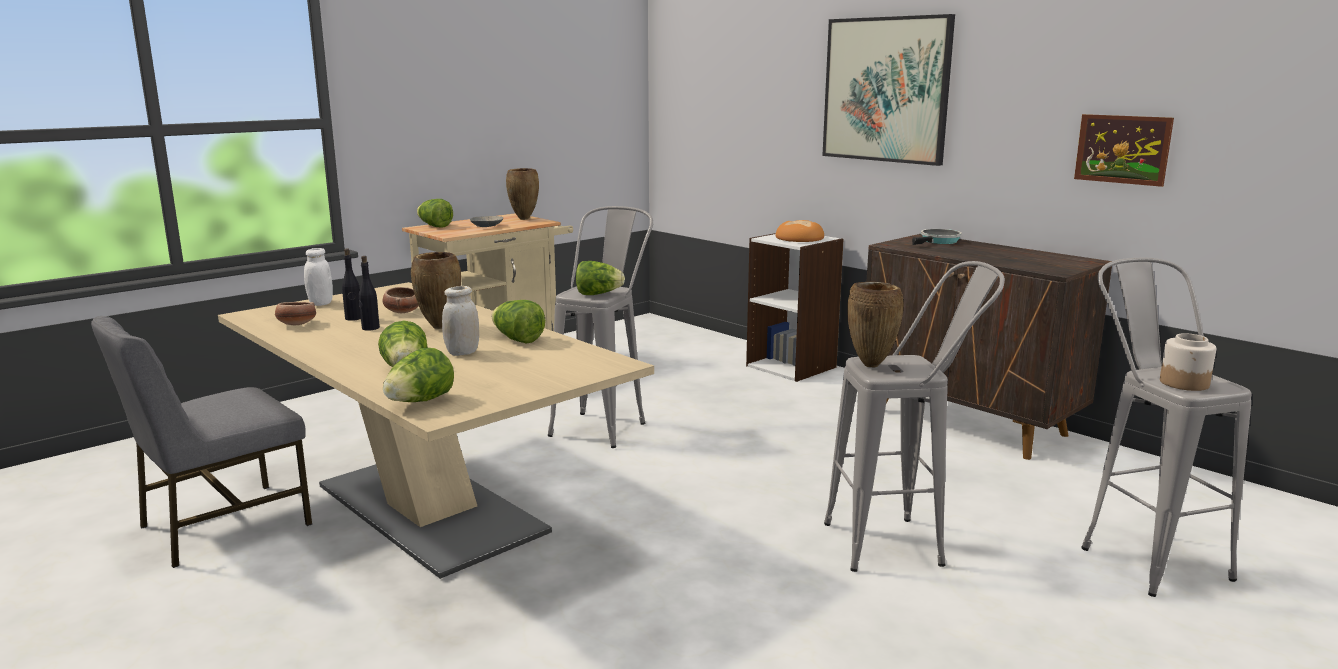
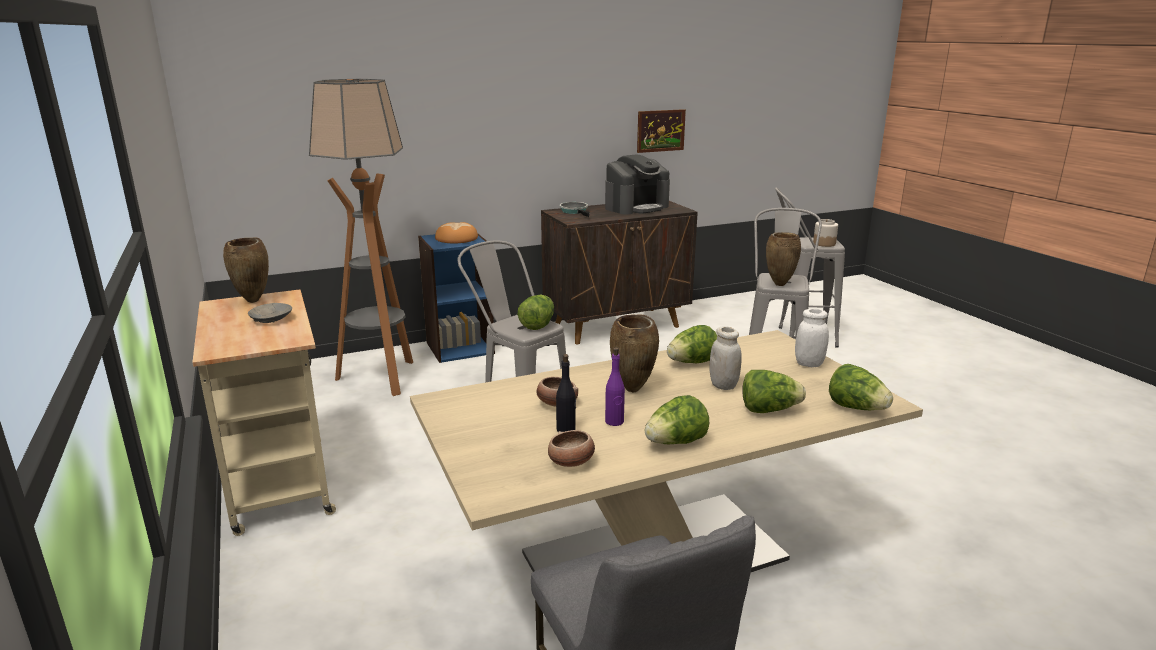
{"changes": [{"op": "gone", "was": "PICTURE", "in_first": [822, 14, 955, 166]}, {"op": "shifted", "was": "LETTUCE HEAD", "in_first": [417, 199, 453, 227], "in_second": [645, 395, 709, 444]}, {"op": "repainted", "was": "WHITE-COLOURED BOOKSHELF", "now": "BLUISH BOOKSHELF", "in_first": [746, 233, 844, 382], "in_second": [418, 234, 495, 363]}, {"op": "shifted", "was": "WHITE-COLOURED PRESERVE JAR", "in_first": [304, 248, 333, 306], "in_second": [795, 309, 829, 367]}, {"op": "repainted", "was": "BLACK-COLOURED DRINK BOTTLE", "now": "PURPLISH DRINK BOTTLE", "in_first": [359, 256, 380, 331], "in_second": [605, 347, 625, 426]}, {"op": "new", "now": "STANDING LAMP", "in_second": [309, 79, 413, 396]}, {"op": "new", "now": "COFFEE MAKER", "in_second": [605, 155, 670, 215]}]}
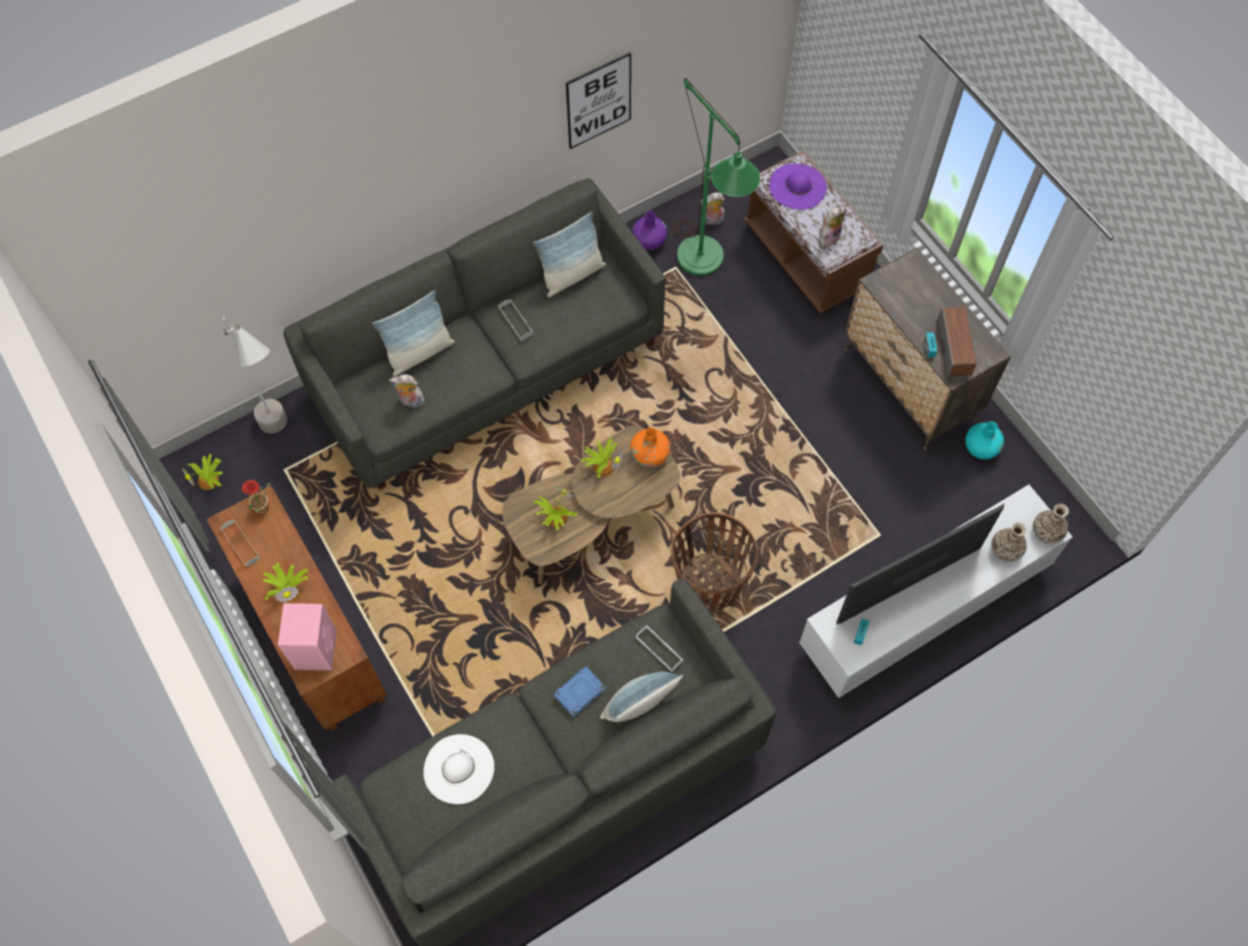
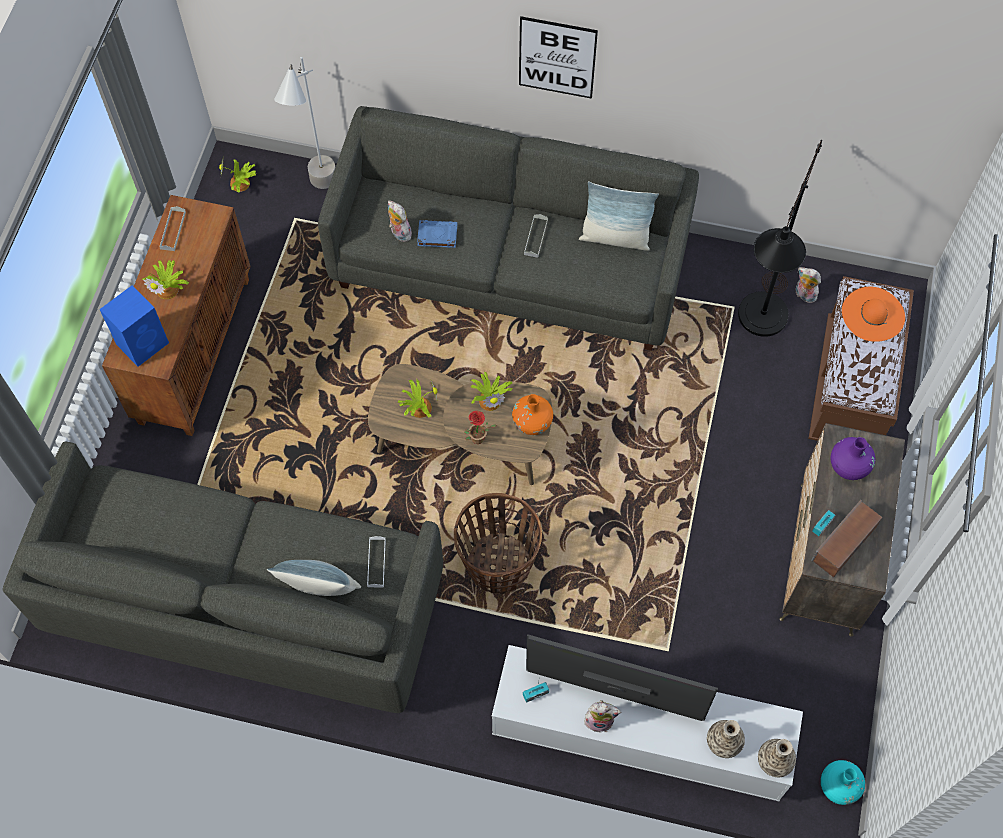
{"changes": [{"op": "shifted", "was": "PICTURE", "in_first": [566, 52, 631, 149], "in_second": [519, 16, 598, 99]}, {"op": "repainted", "was": "GREEN-COLOURED STANDING LAMP", "now": "BLACK-COLOURED STANDING LAMP", "in_first": [672, 78, 760, 276], "in_second": [738, 140, 822, 337]}, {"op": "repainted", "was": "PURPLISH WEARABLE HAT", "now": "ORANGEY WEARABLE HAT", "in_first": [769, 164, 827, 210], "in_second": [842, 287, 905, 342]}, {"op": "shifted", "was": "SOFT TOY", "in_first": [819, 207, 847, 246], "in_second": [584, 700, 621, 733]}, {"op": "shifted", "was": "PURPLISH DECORATIVE VASE", "in_first": [632, 211, 667, 250], "in_second": [831, 437, 875, 480]}, {"op": "gone", "was": "THROW PILLOW", "in_first": [372, 290, 455, 377]}, {"op": "shifted", "was": "BLUE-GREEN DECORATIVE VASE", "in_first": [965, 421, 1004, 459], "in_second": [821, 760, 865, 805]}, {"op": "shifted", "was": "PLANT IN A POT", "in_first": [241, 480, 270, 514], "in_second": [464, 411, 497, 444]}, {"op": "repainted", "was": "PINKISH LOUDSPEAKER", "now": "BLUISH LOUDSPEAKER", "in_first": [278, 603, 337, 670], "in_second": [100, 285, 169, 367]}, {"op": "shifted", "was": "BLUISH BOUND BOOK", "in_first": [553, 666, 606, 717], "in_second": [417, 220, 457, 248]}, {"op": "gone", "was": "WHITE-COLOURED WEARABLE HAT", "in_first": [423, 734, 494, 804]}]}
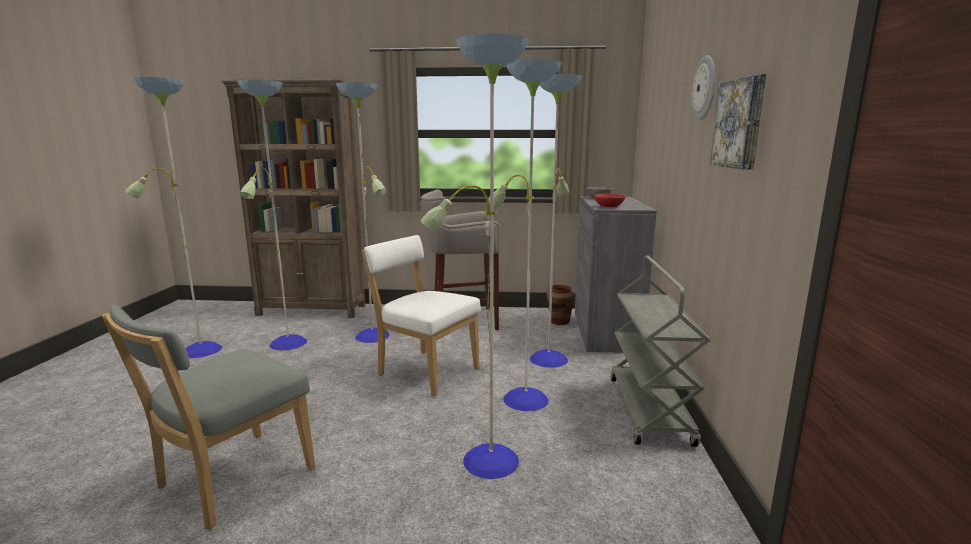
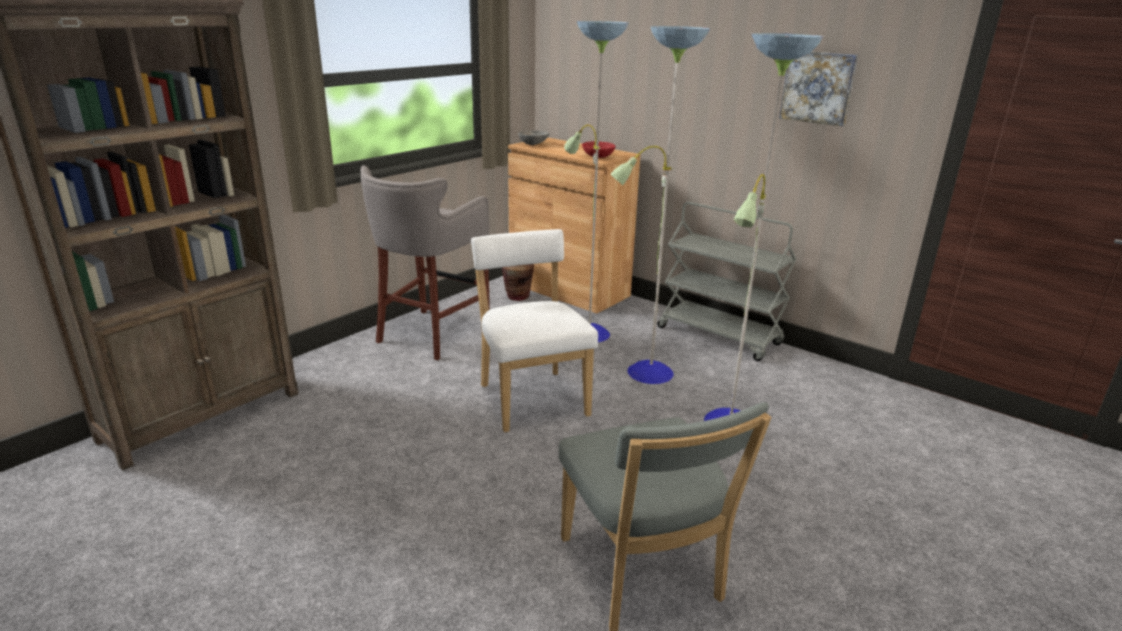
{"changes": [{"op": "gone", "was": "WALL CLOCK", "in_first": [692, 55, 716, 120]}, {"op": "gone", "was": "STANDING LAMP", "in_first": [126, 77, 390, 358]}, {"op": "repainted", "was": "GRAY CUPBOARD", "now": "BROWNISH CUPBOARD", "in_first": [575, 196, 657, 353], "in_second": [508, 138, 641, 314]}, {"op": "rotated", "was": "WHITE-COLOURED UPRIGHT CHAIR", "in_first": [362, 235, 481, 396], "in_second": [471, 229, 598, 432], "clockwise": 90}]}
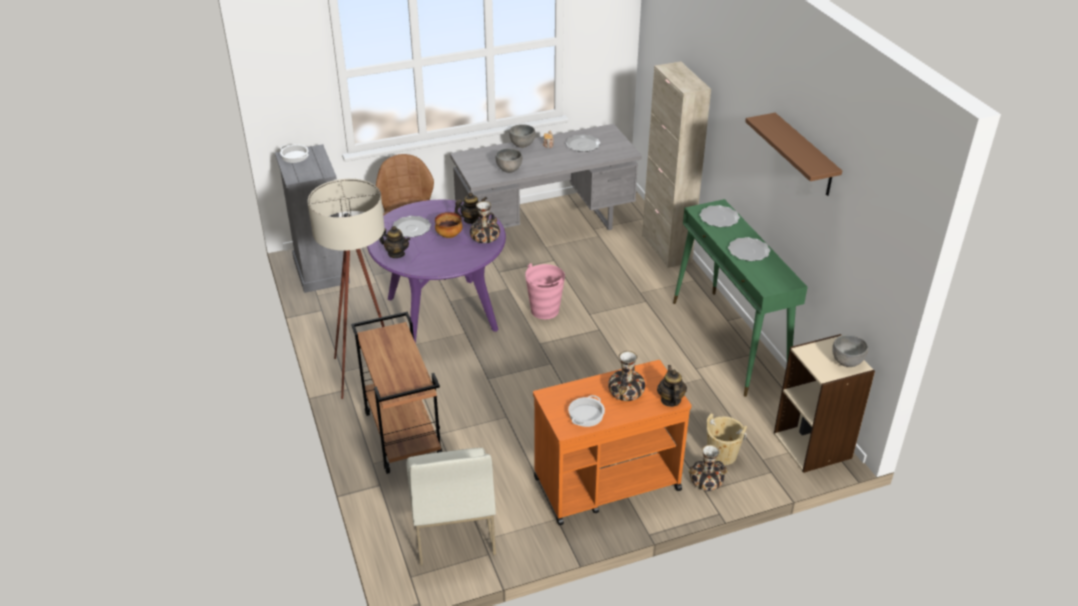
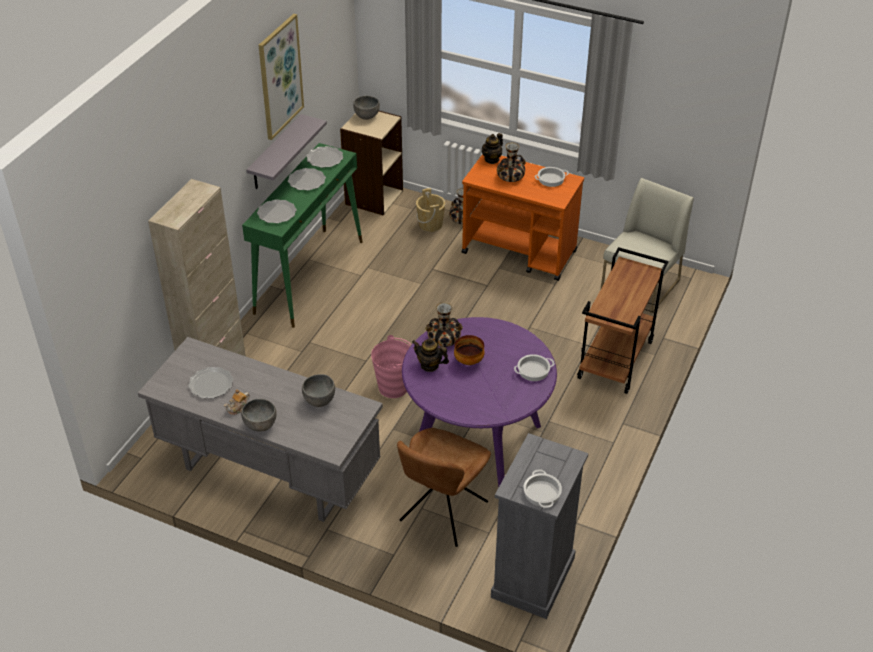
{"changes": [{"op": "swapped", "was": "BROWNISH BRACKET SHELF", "now": "PICTURE", "in_first": [745, 113, 842, 196], "in_second": [259, 14, 304, 140]}, {"op": "gone", "was": "BEIGE STANDING LAMP", "in_first": [308, 179, 385, 399]}, {"op": "shifted", "was": "FLAT DISH", "in_first": [393, 216, 431, 237], "in_second": [307, 146, 343, 168]}, {"op": "swapped", "was": "TEAPOT", "now": "SAUCEPOT", "in_first": [379, 226, 410, 258], "in_second": [514, 354, 554, 381]}, {"op": "new", "now": "GRAY BRACKET SHELF", "in_second": [246, 114, 327, 189]}]}
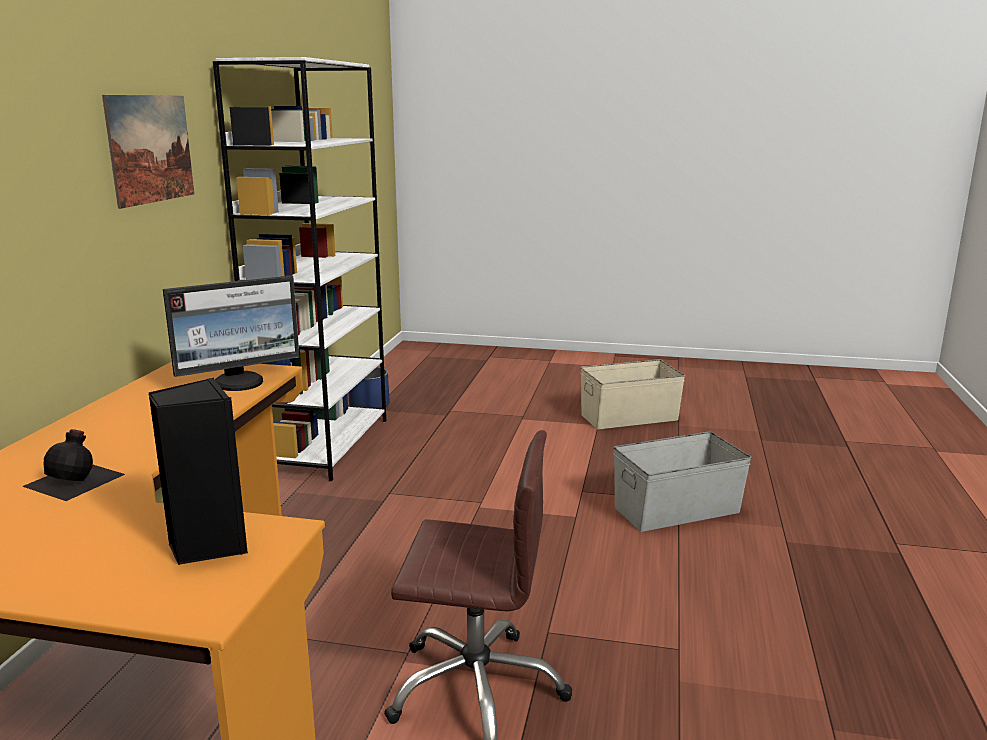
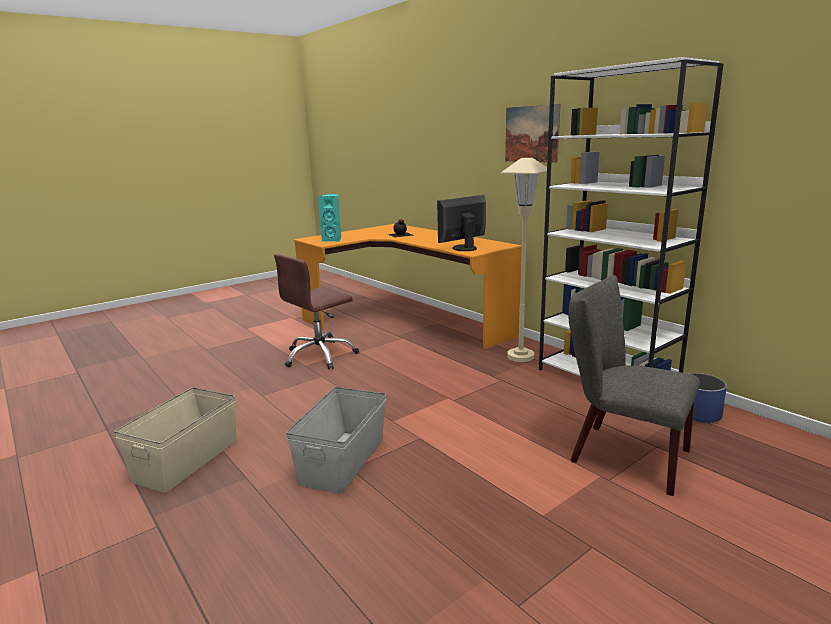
{"changes": [{"op": "rotated", "was": "COMPUTER DISPLAY", "in_first": [163, 275, 300, 391], "in_second": [437, 195, 486, 251], "clockwise": 45}, {"op": "shifted", "was": "BEIGE STORAGE CONTAINER", "in_first": [580, 360, 685, 429], "in_second": [114, 387, 236, 493]}, {"op": "repainted", "was": "BLACK-COLOURED LOUDSPEAKER", "now": "BLUE-GREEN LOUDSPEAKER", "in_first": [148, 378, 248, 565], "in_second": [318, 194, 341, 242]}, {"op": "new", "now": "BEIGE STANDING LAMP", "in_second": [501, 158, 547, 362]}, {"op": "new", "now": "GRAY UPRIGHT CHAIR", "in_second": [569, 275, 700, 496]}]}
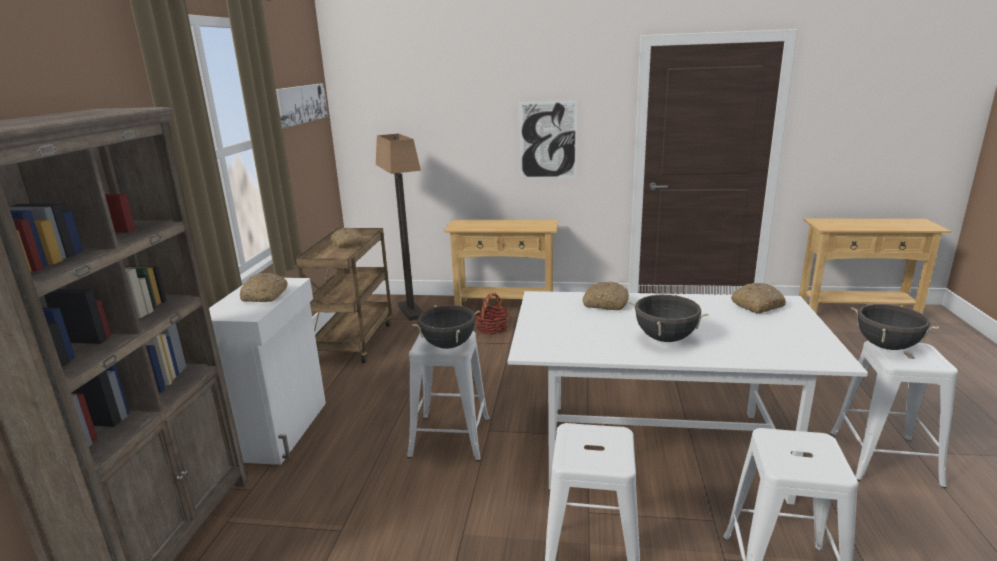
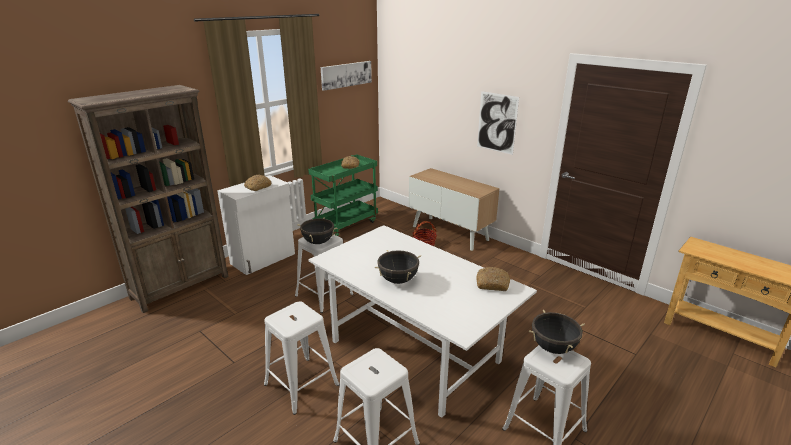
{"changes": [{"op": "gone", "was": "STANDING LAMP", "in_first": [376, 134, 423, 321]}, {"op": "swapped", "was": "BEIGE NARROW TABLE", "now": "CUPBOARD", "in_first": [444, 219, 558, 306], "in_second": [409, 168, 499, 251]}, {"op": "repainted", "was": "BROWNISH WHEELED CART", "now": "GREEN-COLOURED WHEELED CART", "in_first": [296, 228, 392, 363], "in_second": [308, 154, 378, 236]}, {"op": "gone", "was": "BAKERY BREAD", "in_first": [582, 282, 629, 310]}]}
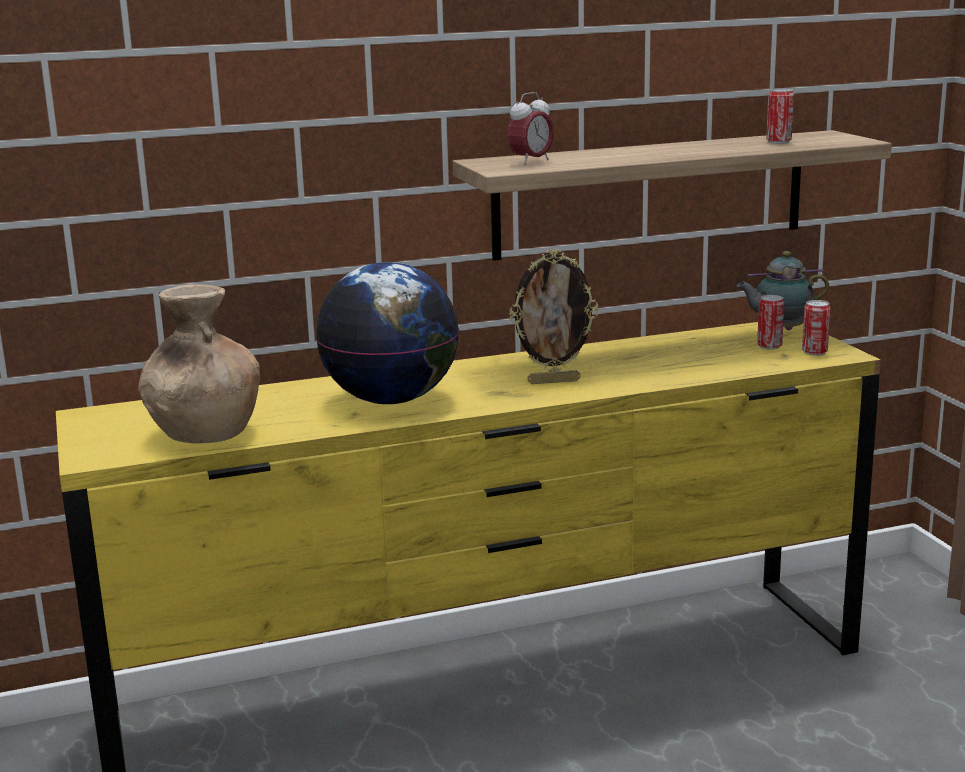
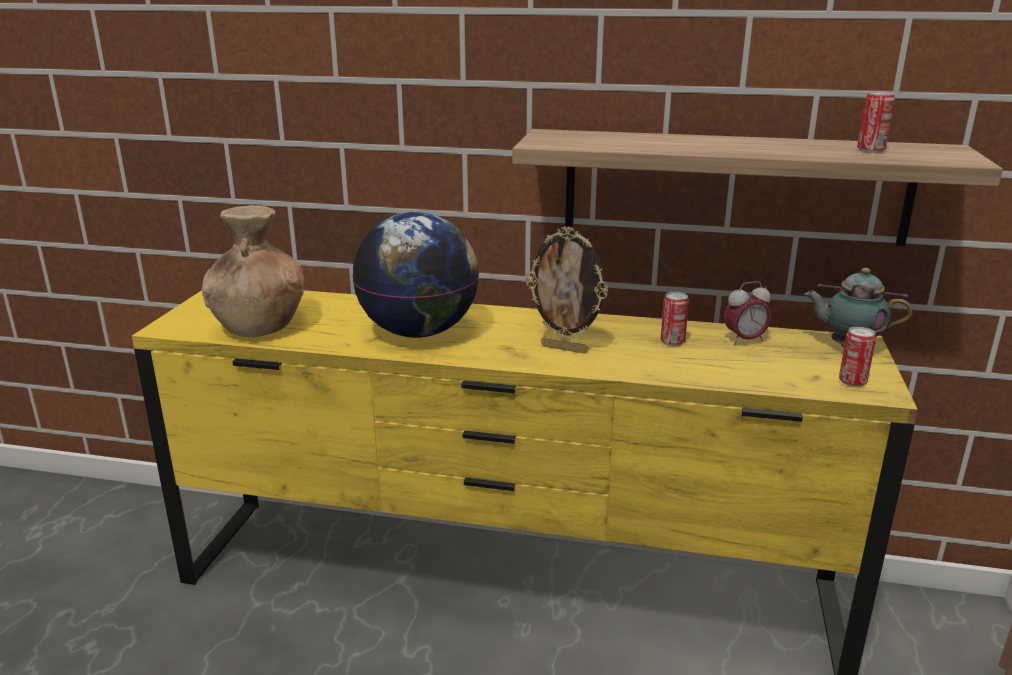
{"changes": [{"op": "shifted", "was": "ALARM CLOCK", "in_first": [507, 92, 554, 165], "in_second": [724, 281, 772, 345]}, {"op": "shifted", "was": "METAL CAN", "in_first": [757, 295, 784, 350], "in_second": [661, 292, 689, 346]}]}
